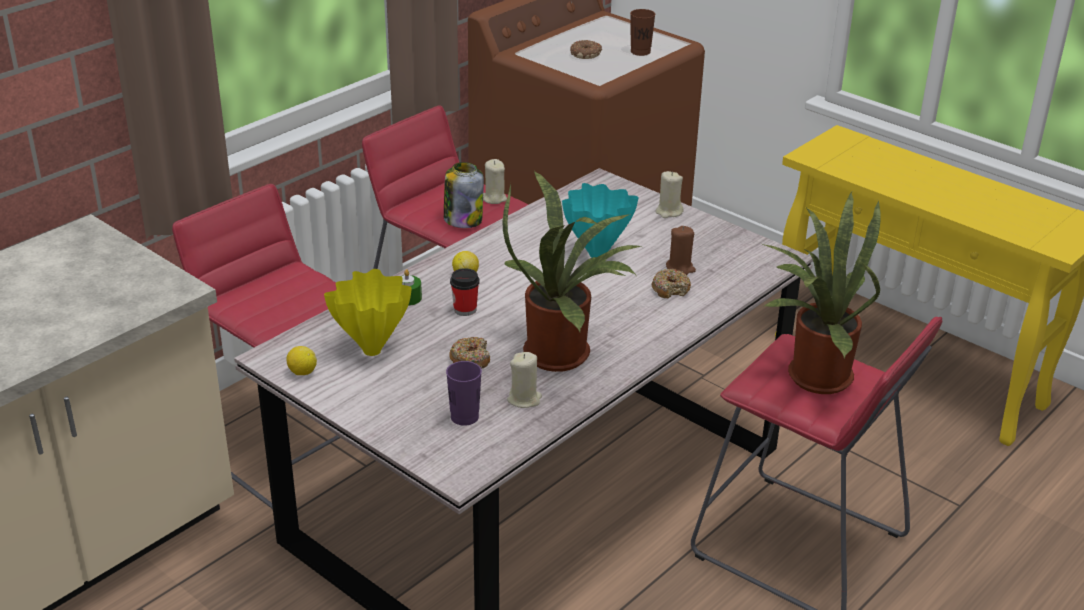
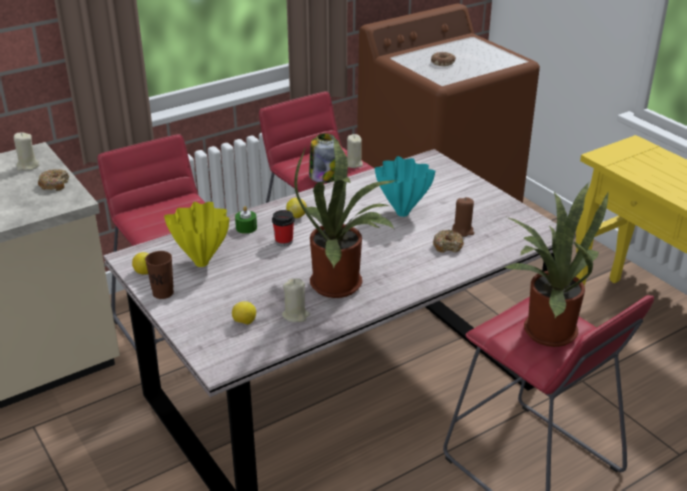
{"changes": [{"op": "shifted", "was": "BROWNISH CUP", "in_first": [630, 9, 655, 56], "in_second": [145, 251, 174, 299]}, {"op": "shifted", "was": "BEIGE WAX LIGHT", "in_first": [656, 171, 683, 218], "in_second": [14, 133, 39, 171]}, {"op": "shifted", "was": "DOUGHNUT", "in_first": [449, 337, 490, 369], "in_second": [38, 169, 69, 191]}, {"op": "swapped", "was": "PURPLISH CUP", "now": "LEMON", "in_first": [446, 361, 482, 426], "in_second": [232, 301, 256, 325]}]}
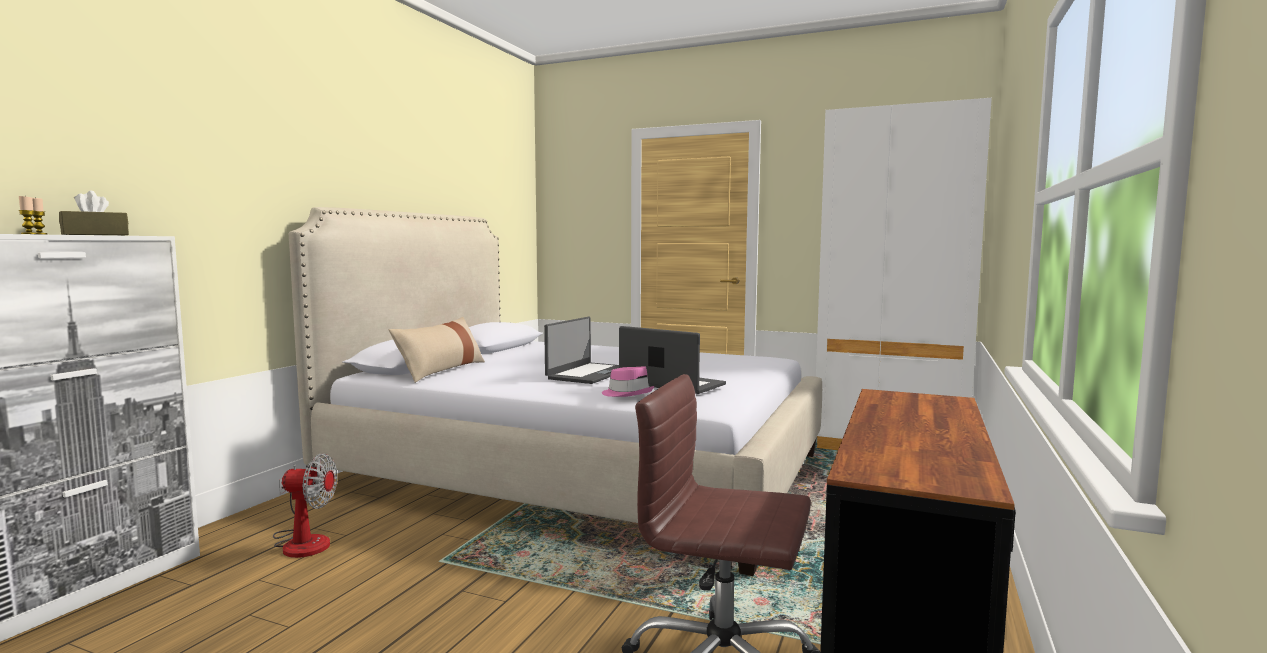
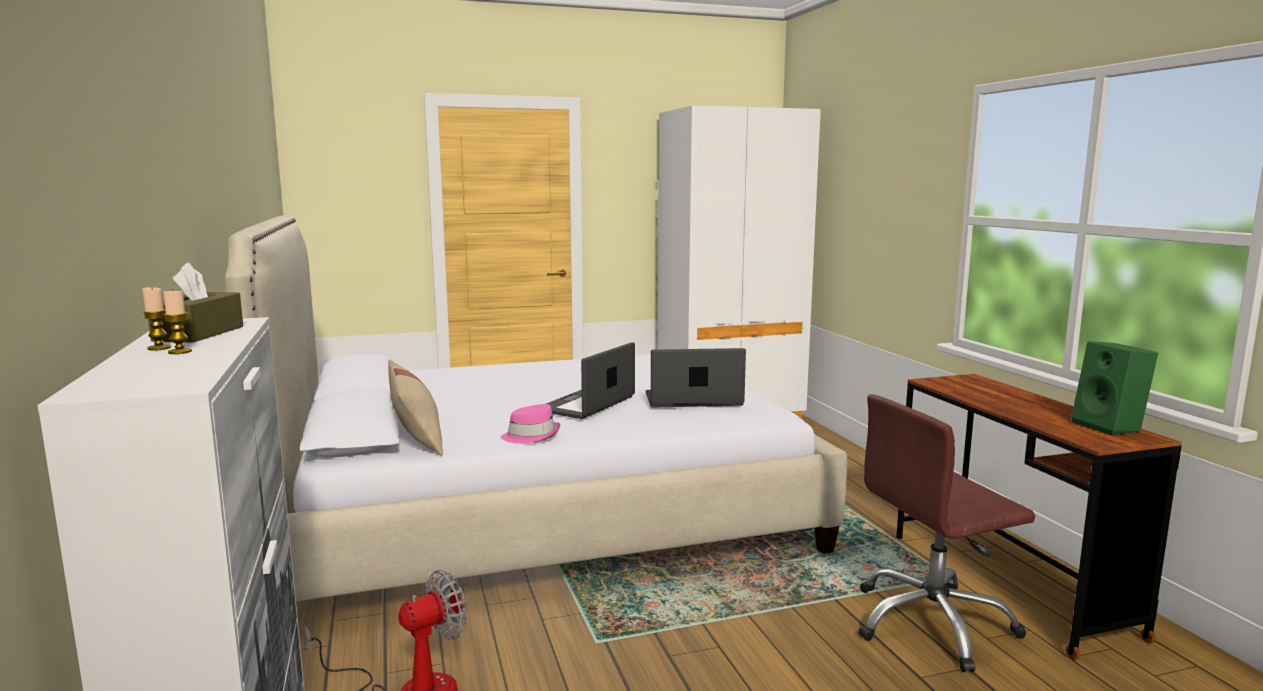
{"changes": [{"op": "rotated", "was": "NOTEBOOK COMPUTER", "in_first": [544, 317, 619, 384], "in_second": [546, 342, 635, 419], "clockwise": -135}, {"op": "shifted", "was": "PINKISH WEARABLE HAT", "in_first": [602, 366, 654, 397], "in_second": [501, 404, 560, 444]}, {"op": "new", "now": "GREEN-COLOURED LOUDSPEAKER", "in_second": [1071, 341, 1158, 436]}]}
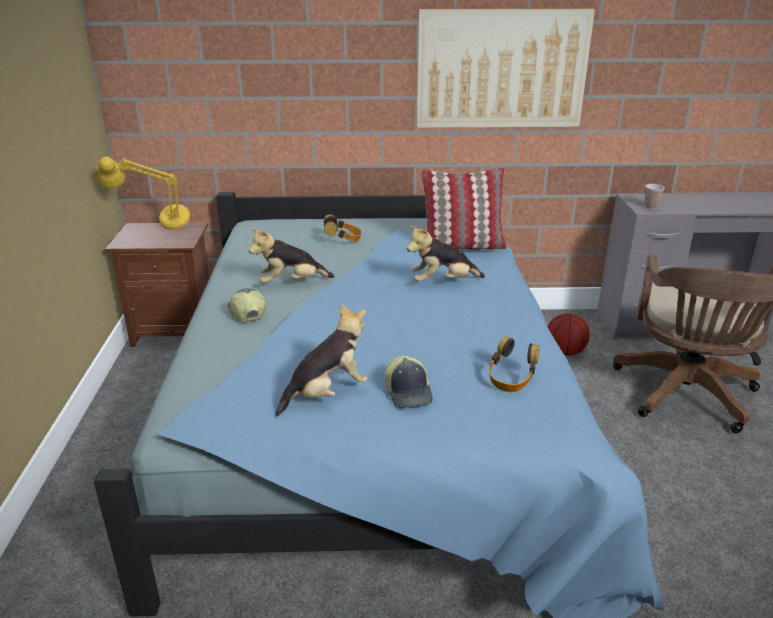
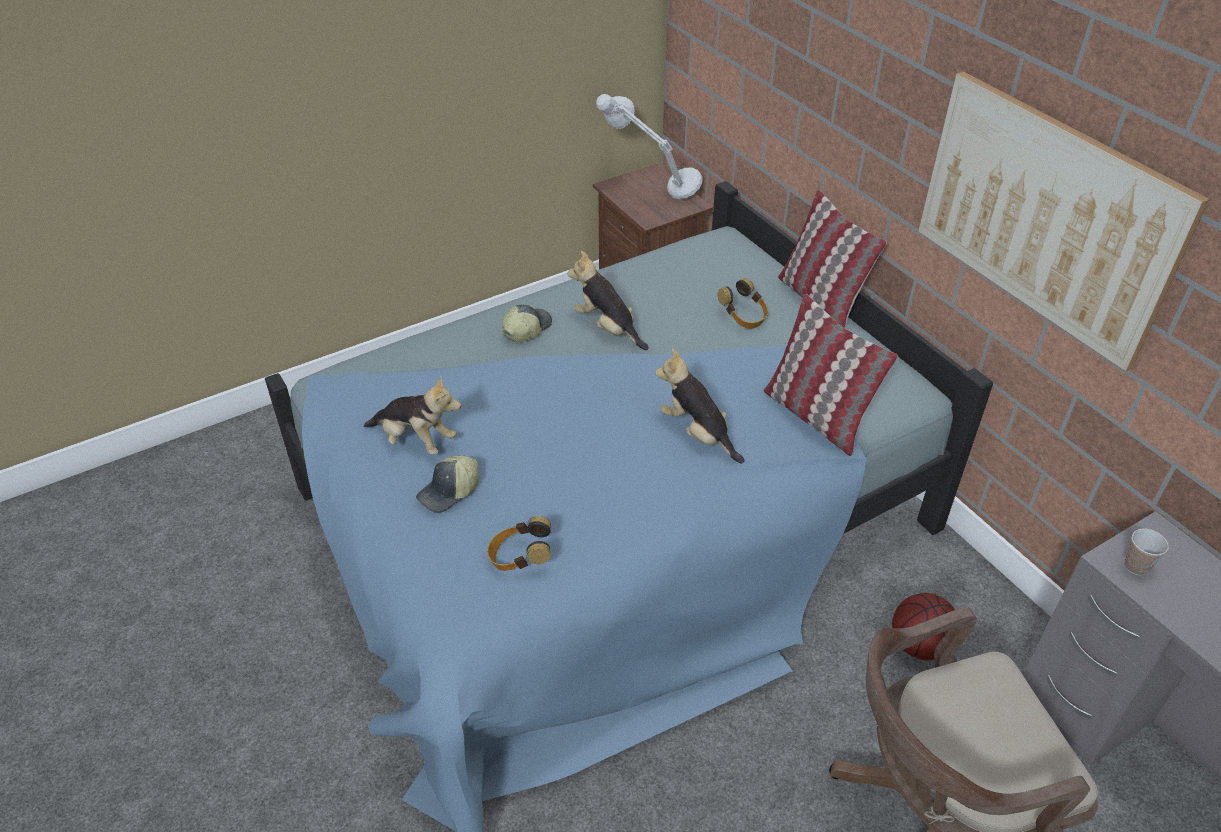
{"changes": [{"op": "repainted", "was": "YELLOWISH TABLE LAMP", "now": "GRAY TABLE LAMP", "in_first": [95, 157, 190, 230], "in_second": [596, 94, 703, 199]}, {"op": "new", "now": "THROW PILLOW", "in_second": [778, 190, 887, 328]}]}
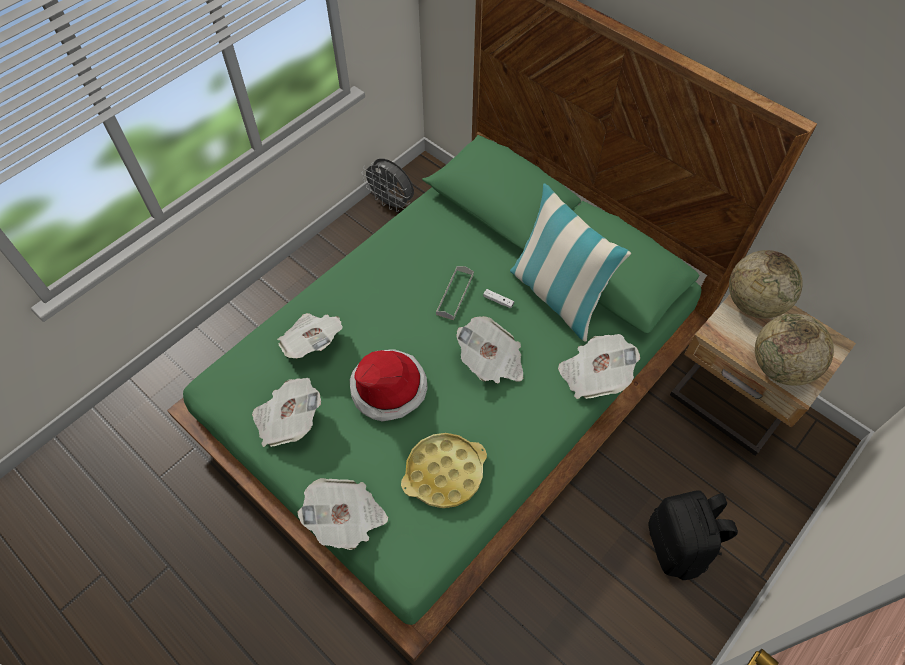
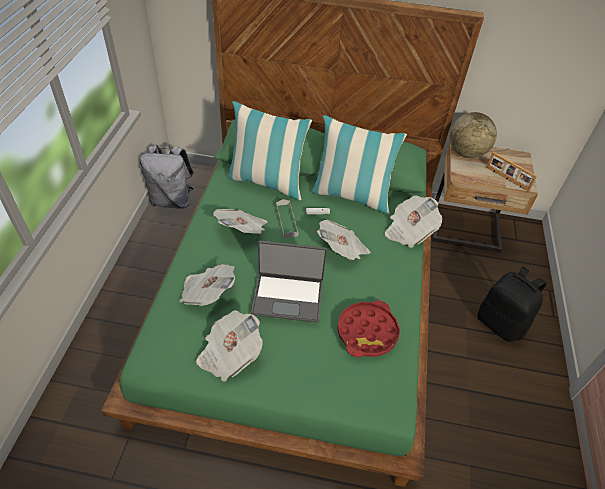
{"changes": [{"op": "swapped", "was": "GRAY COOLING FAN", "now": "GRAY KNAPSACK", "in_first": [362, 158, 414, 212], "in_second": [140, 145, 194, 209]}, {"op": "swapped", "was": "DESK GLOBE", "now": "PHOTO FRAME", "in_first": [755, 314, 834, 386], "in_second": [486, 152, 537, 192]}, {"op": "swapped", "was": "WEARABLE HAT", "now": "NOTEBOOK COMPUTER", "in_first": [350, 349, 428, 421], "in_second": [251, 241, 327, 322]}, {"op": "repainted", "was": "YELLOWISH SERVING TRAY", "now": "REDDISH SERVING TRAY", "in_first": [401, 433, 487, 508], "in_second": [337, 300, 400, 357]}, {"op": "shifted", "was": "NEWSPAPER", "in_first": [297, 478, 388, 550], "in_second": [213, 209, 268, 234]}, {"op": "new", "now": "THROW PILLOW", "in_second": [227, 101, 312, 200]}]}
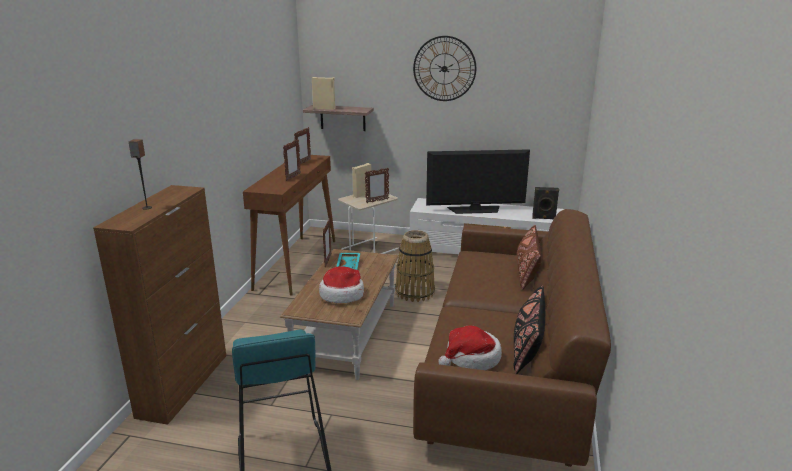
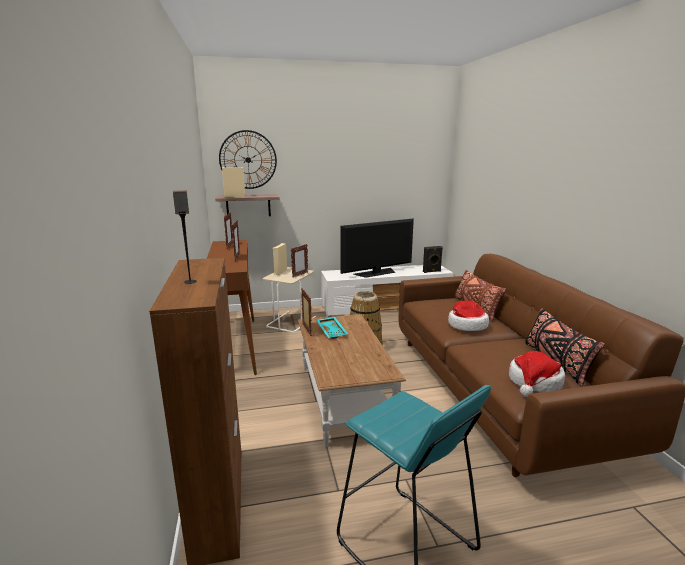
{"changes": [{"op": "shifted", "was": "WALL CLOCK", "in_first": [413, 36, 476, 101], "in_second": [219, 130, 277, 189]}, {"op": "shifted", "was": "WEARABLE HAT", "in_first": [319, 266, 364, 303], "in_second": [448, 301, 489, 331]}]}
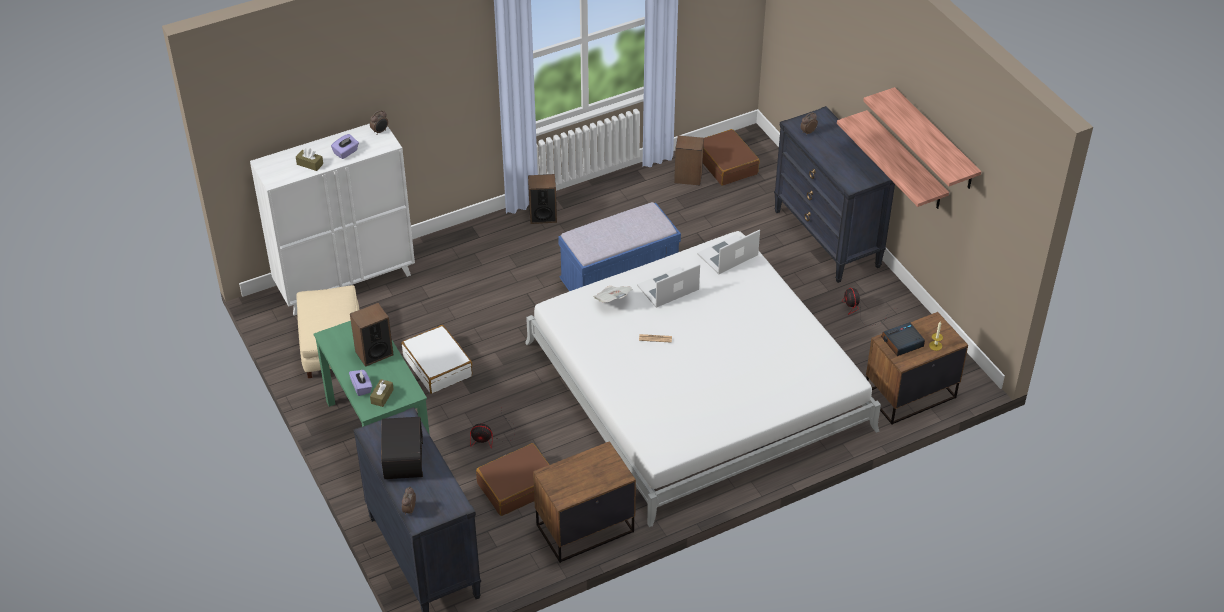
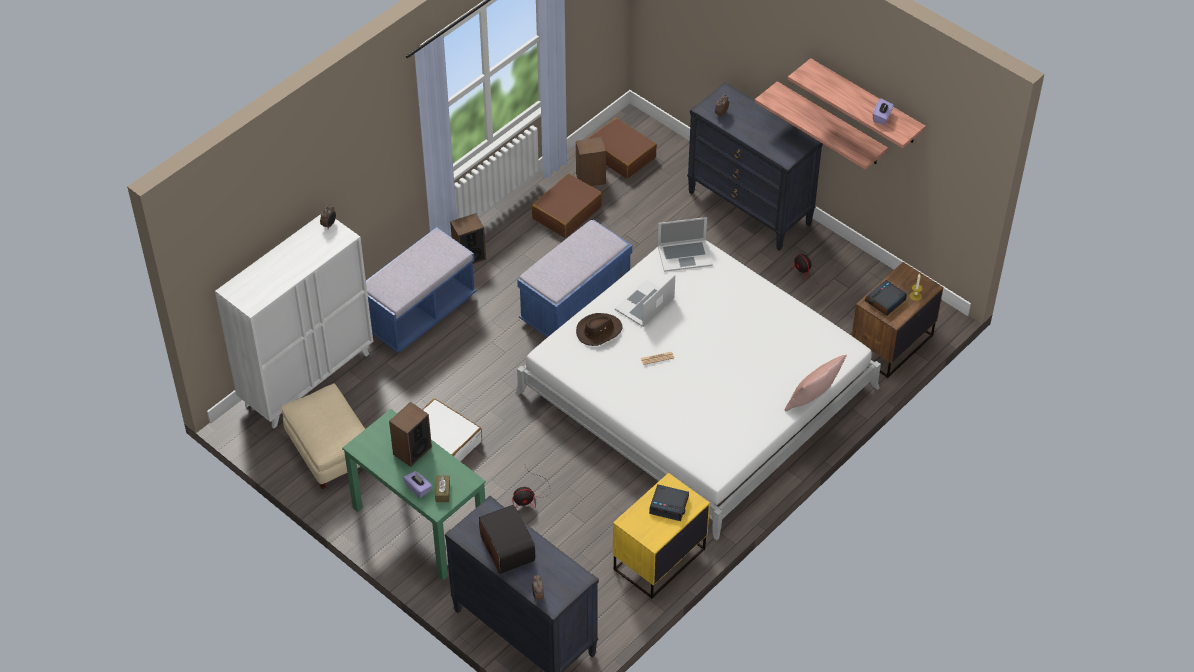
{"changes": [{"op": "shifted", "was": "PURPLISH TISSUE HOLDER", "in_first": [331, 134, 359, 159], "in_second": [873, 98, 893, 125]}, {"op": "gone", "was": "BROWNISH TISSUE HOLDER", "in_first": [296, 148, 323, 171]}, {"op": "rotated", "was": "NOTEBOOK COMPUTER", "in_first": [697, 230, 760, 274], "in_second": [658, 217, 713, 272], "clockwise": -135}, {"op": "swapped", "was": "NEWSPAPER", "now": "BROWNISH WEARABLE HAT", "in_first": [593, 286, 633, 302], "in_second": [576, 313, 623, 346]}, {"op": "repainted", "was": "BROWNISH BEDSIDE TABLE", "now": "YELLOWISH BEDSIDE TABLE", "in_first": [533, 441, 636, 563], "in_second": [613, 473, 710, 599]}, {"op": "shifted", "was": "BROWNISH TRAVEL CASE", "in_first": [476, 443, 550, 516], "in_second": [532, 174, 602, 238]}, {"op": "new", "now": "BLUISH INDOOR BENCH", "in_second": [366, 227, 476, 353]}, {"op": "new", "now": "PINKISH THROW PILLOW", "in_second": [785, 355, 847, 411]}, {"op": "new", "now": "ALARM CLOCK", "in_second": [649, 484, 689, 521]}]}
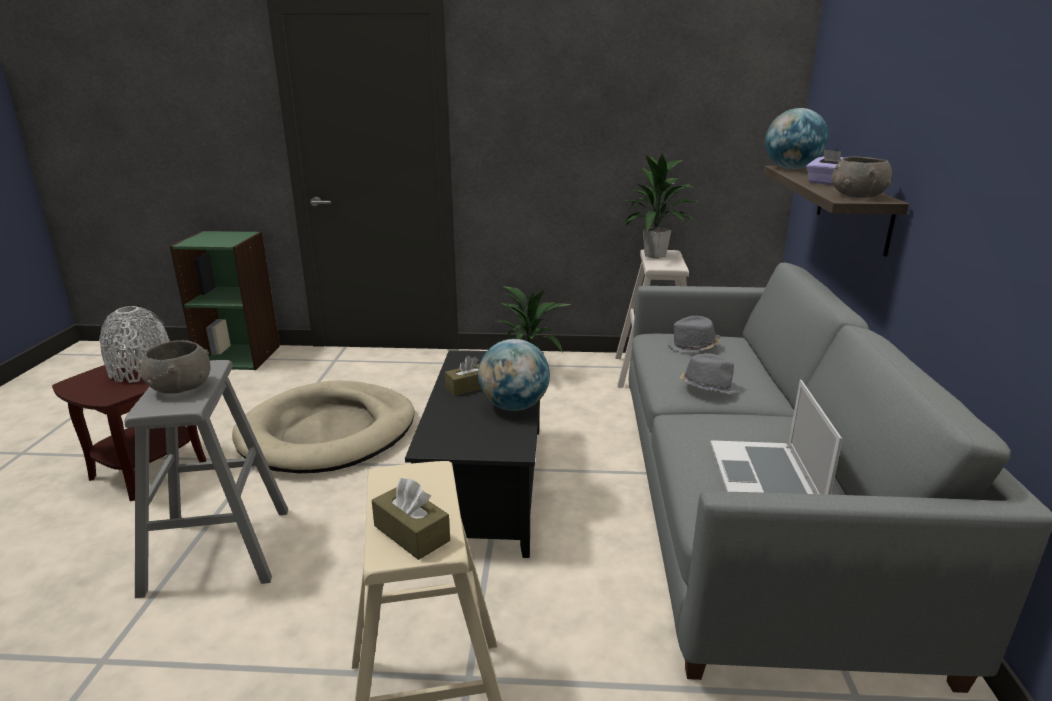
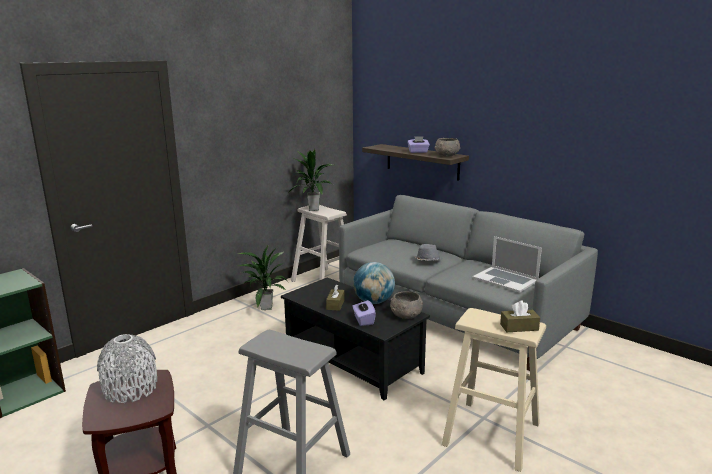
{"changes": [{"op": "gone", "was": "DESK GLOBE", "in_first": [765, 108, 828, 169]}, {"op": "gone", "was": "GRAY WEARABLE HAT", "in_first": [667, 316, 720, 353]}, {"op": "shifted", "was": "GRAY SERVING BOWL", "in_first": [138, 340, 211, 394], "in_second": [390, 291, 423, 319]}, {"op": "gone", "was": "BEIGE PET BED", "in_first": [232, 380, 415, 473]}, {"op": "new", "now": "PURPLISH TISSUE HOLDER", "in_second": [352, 300, 376, 326]}]}
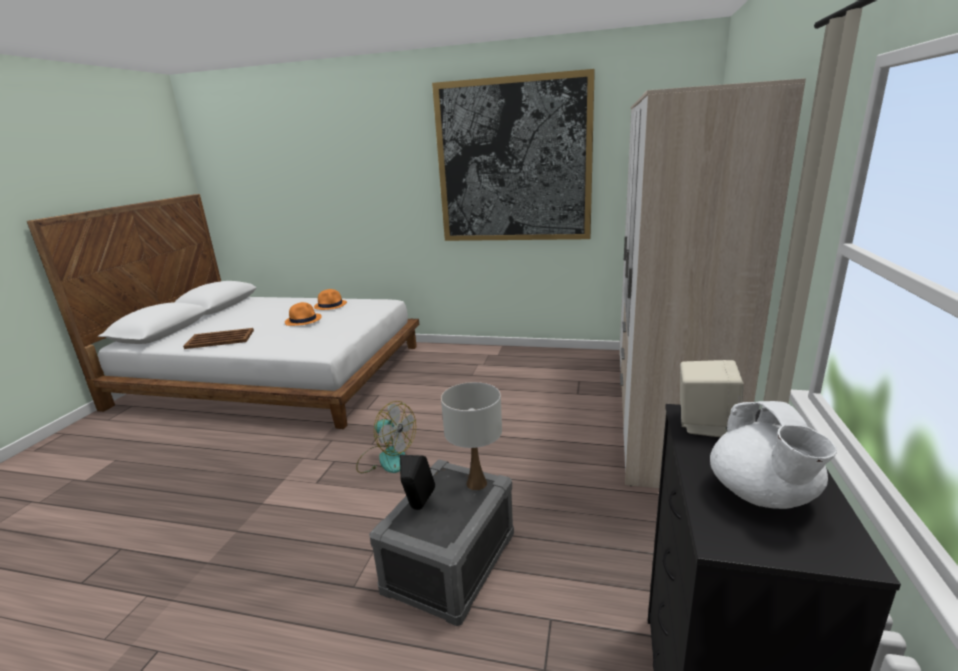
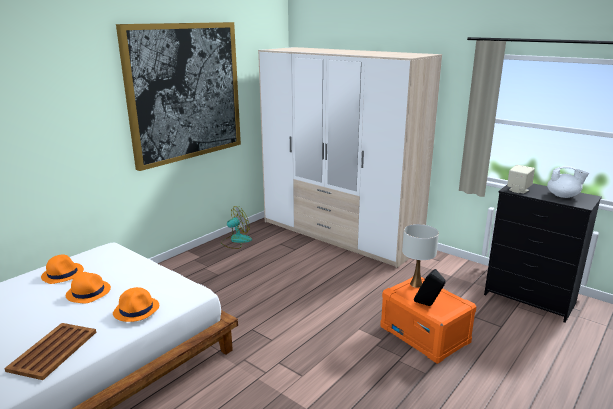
{"changes": [{"op": "shifted", "was": "COOLING FAN", "in_first": [356, 401, 416, 473], "in_second": [221, 206, 252, 249]}, {"op": "repainted", "was": "GRAY STORAGE CONTAINER", "now": "ORANGEY STORAGE CONTAINER", "in_first": [369, 459, 514, 626], "in_second": [380, 277, 476, 364]}, {"op": "new", "now": "ORANGEY WEARABLE HAT", "in_second": [113, 287, 159, 322]}]}
